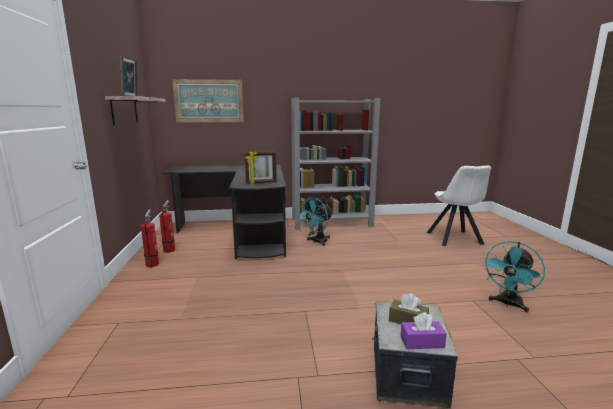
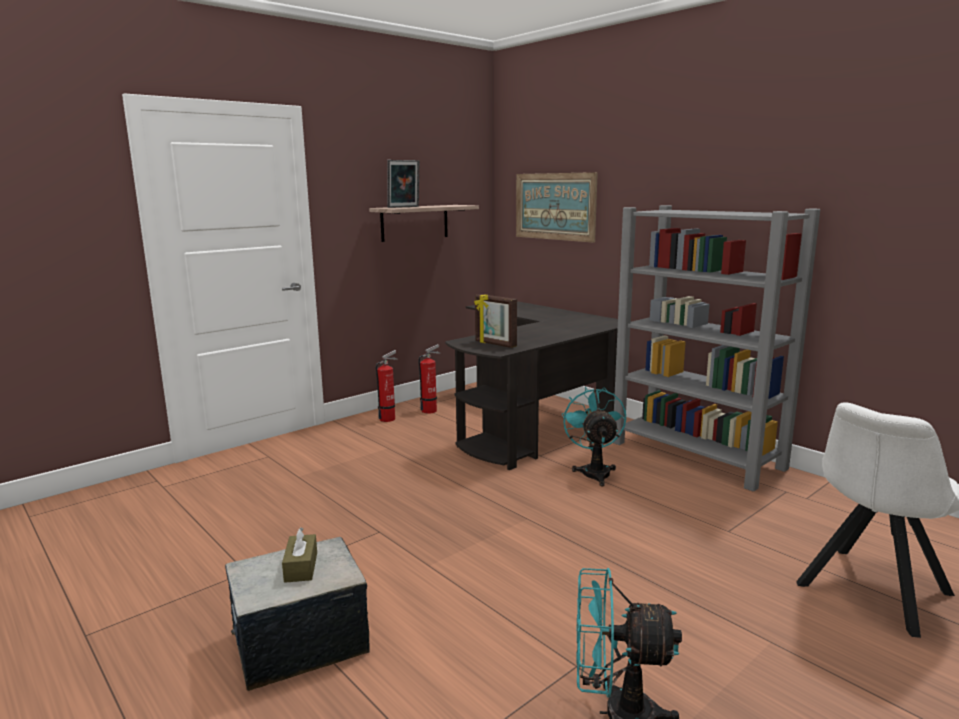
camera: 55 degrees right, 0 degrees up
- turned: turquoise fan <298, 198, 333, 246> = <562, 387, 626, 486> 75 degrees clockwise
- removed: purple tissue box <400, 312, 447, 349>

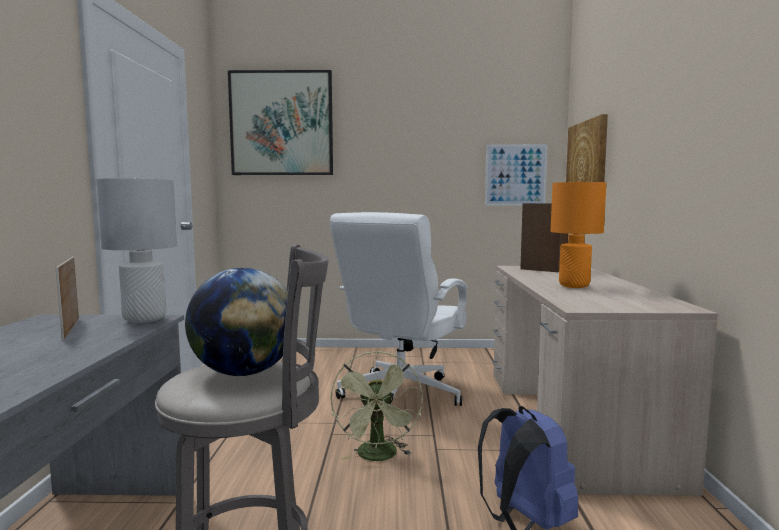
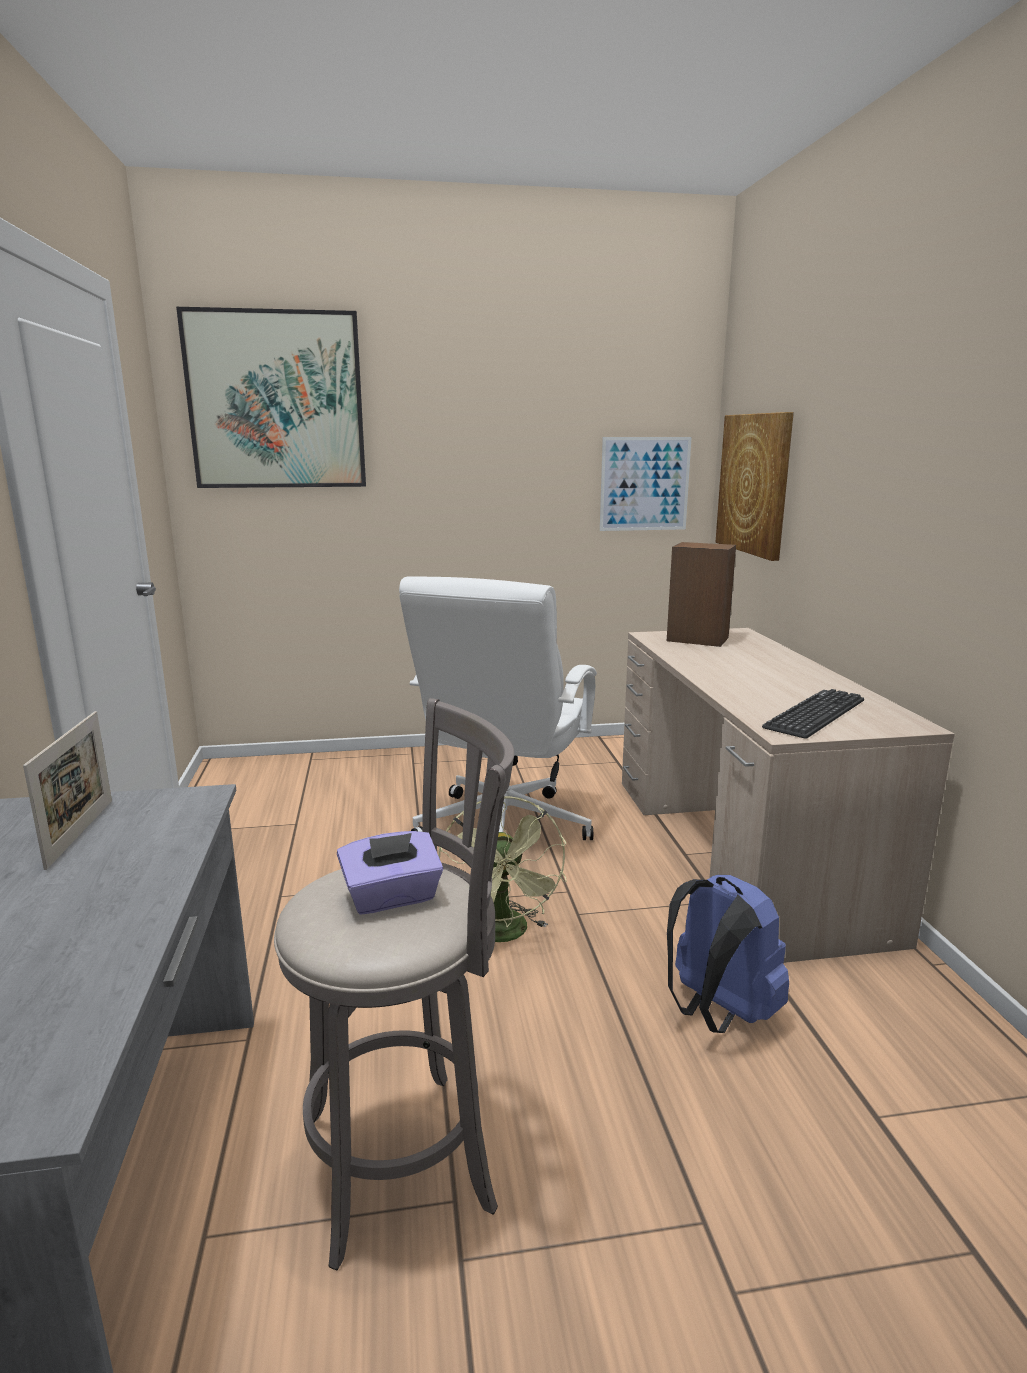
camera: 10 degrees left, 10 degrees up
- removed: grey table lamp <96, 178, 177, 323>
- removed: orange table lamp <551, 181, 607, 288>
- turned: picture frame <56, 256, 79, 340> = <23, 711, 112, 870> 150 degrees counterclockwise
- replaced: globe <185, 268, 288, 376> to purple tissue box <337, 831, 443, 915>
- added: keyboard <762, 689, 864, 739>

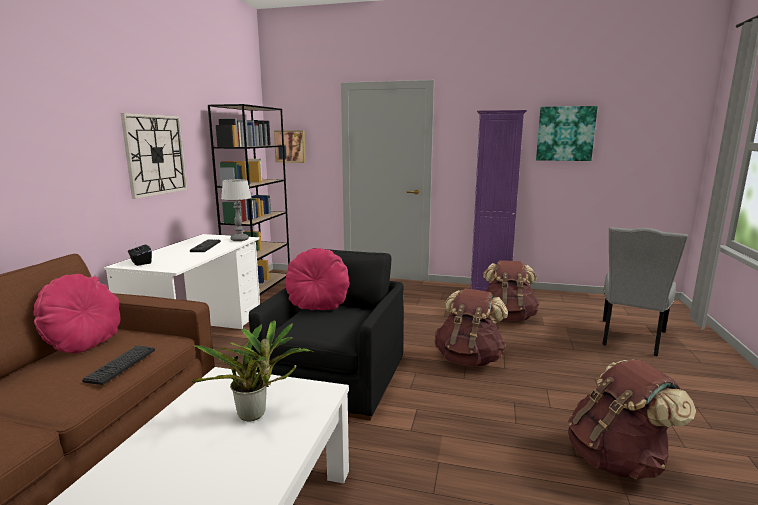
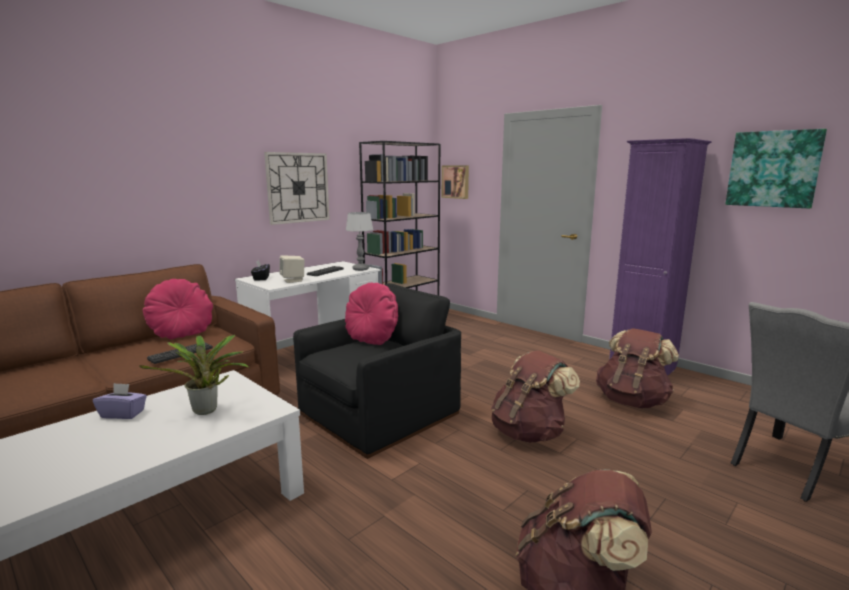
camera: 30 degrees right, 0 degrees up
- added: beige speaker <280, 256, 304, 283>
- added: purple tissue box <93, 383, 147, 419>

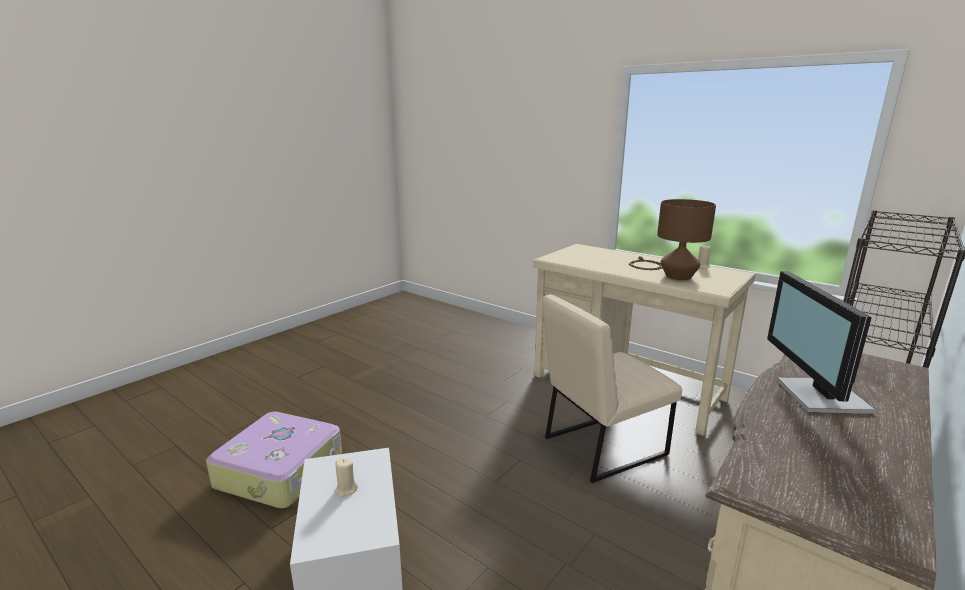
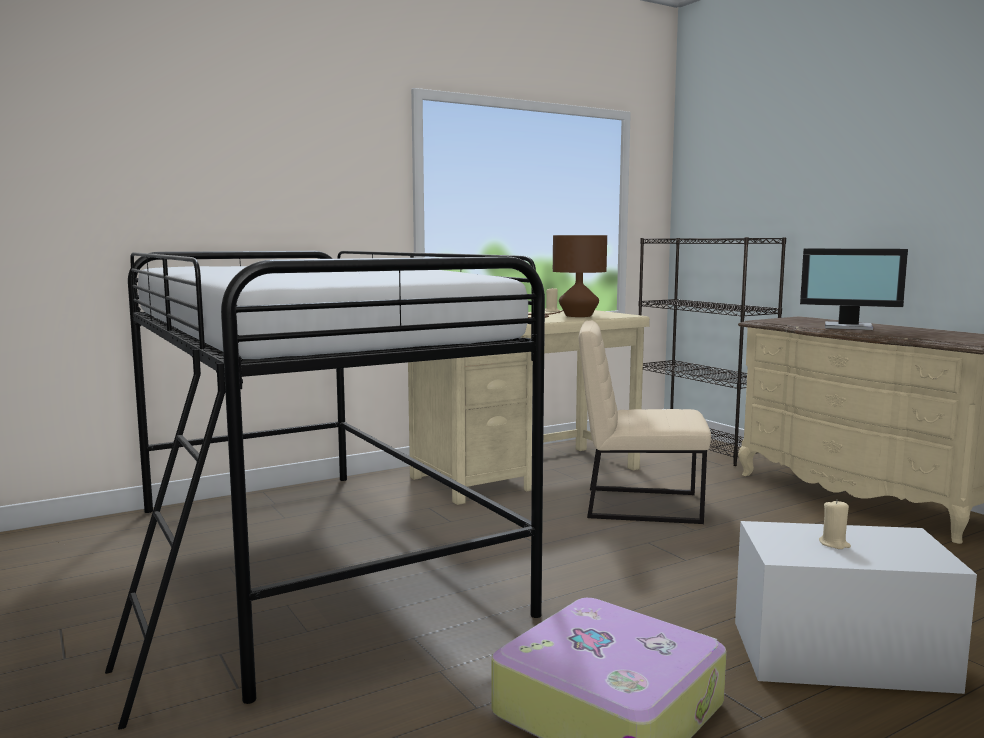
camera: 70 degrees left, 10 degrees down
- turned: beige chair <543, 295, 682, 483> = <579, 320, 711, 524> 105 degrees clockwise
- added: black bed <105, 251, 545, 730>

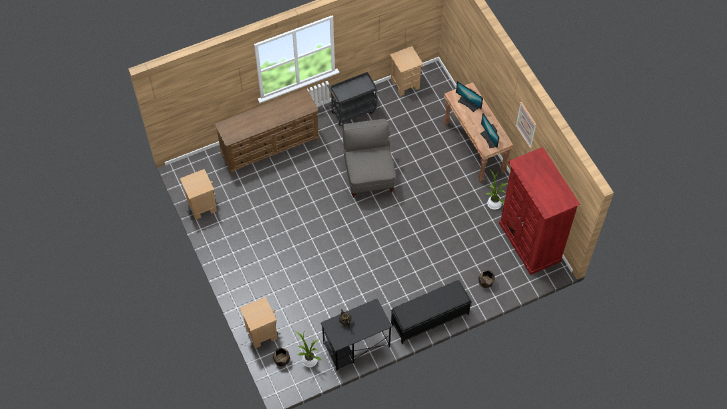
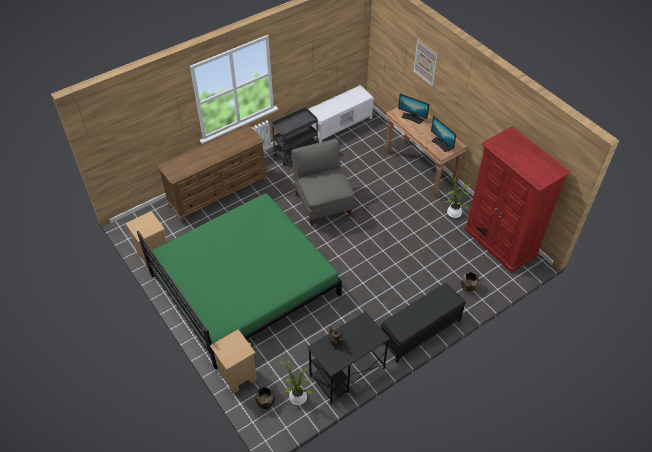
camera: 10 degrees left, 10 degrees down
- replaced: beige nightstand <390, 46, 423, 96> to white bench <308, 85, 374, 143>
- moved: picture <515, 102, 537, 148> to <413, 38, 438, 87>
- added: green bed <137, 194, 342, 370>

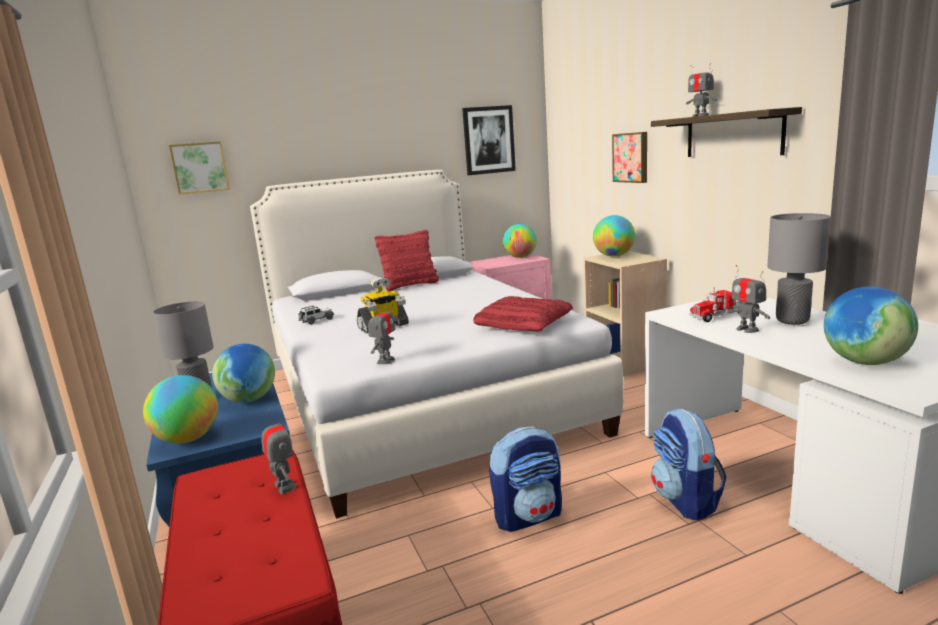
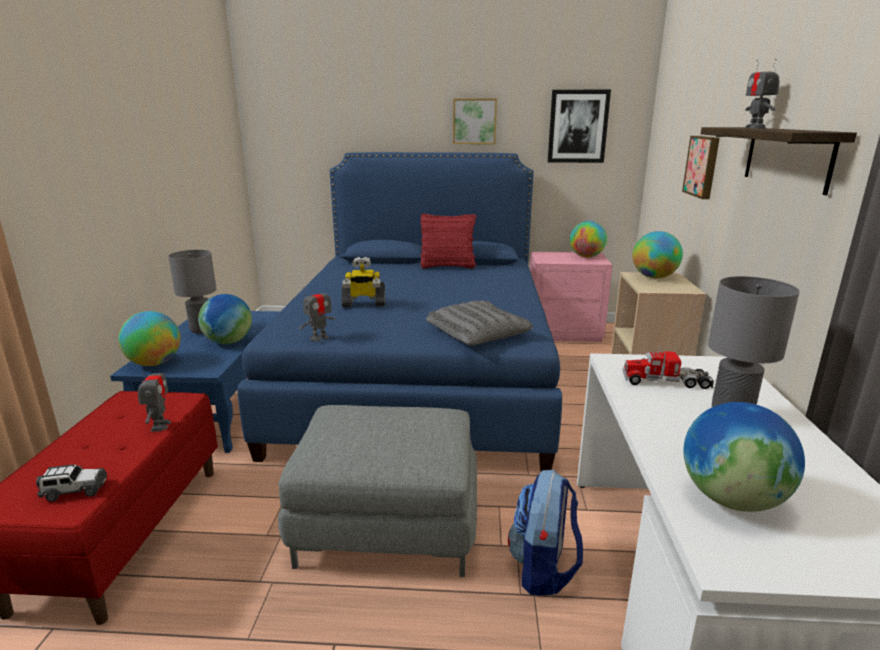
camera: 25 degrees right, 5 degrees up
- moved: picture <169, 141, 230, 194> to <453, 98, 497, 144>
- recoloured: white bed <250, 170, 623, 519> to blue bed <237, 152, 562, 471>
- removed: toy robot <729, 265, 770, 333>
- recoloured: red pillow <473, 296, 573, 331> to grey pillow <426, 300, 533, 346>
- moved: toy car <299, 306, 334, 325> to <36, 464, 107, 502>
- replaced: backpack <489, 426, 562, 532> to grey ottoman <278, 405, 477, 577>

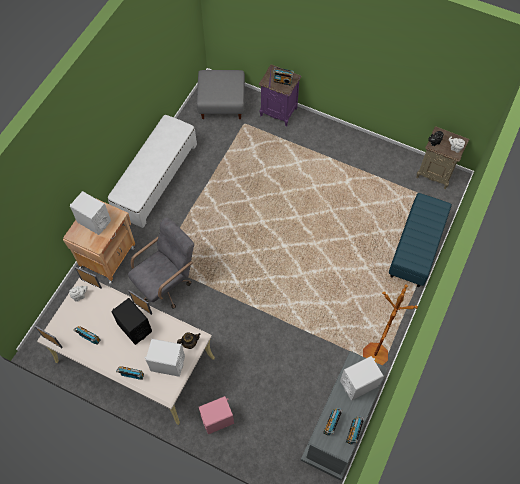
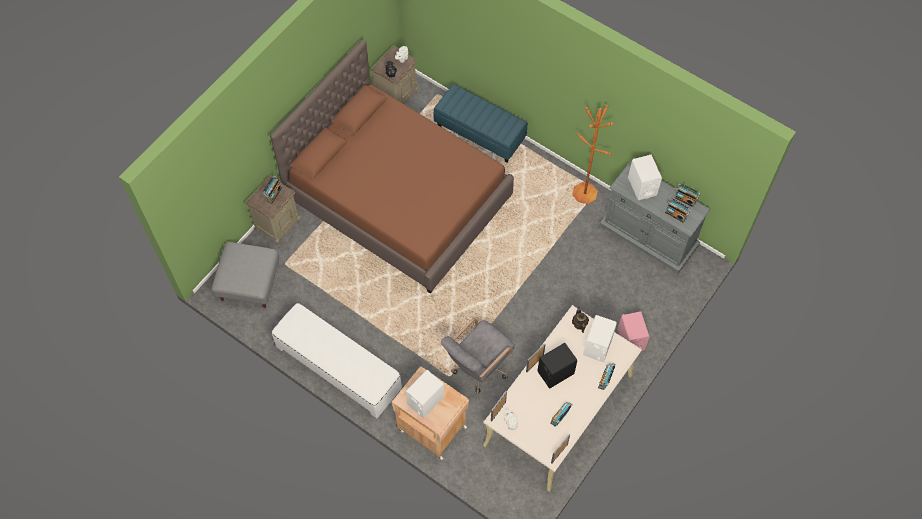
camera: 80 degrees left, 0 degrees up
- recoloured: purple nightstand <259, 64, 302, 127> to beige nightstand <245, 176, 301, 246>
- turned: grey office chair <128, 217, 194, 309> = <441, 318, 515, 393> 105 degrees counterclockwise
- added: brown bed <270, 39, 514, 293>

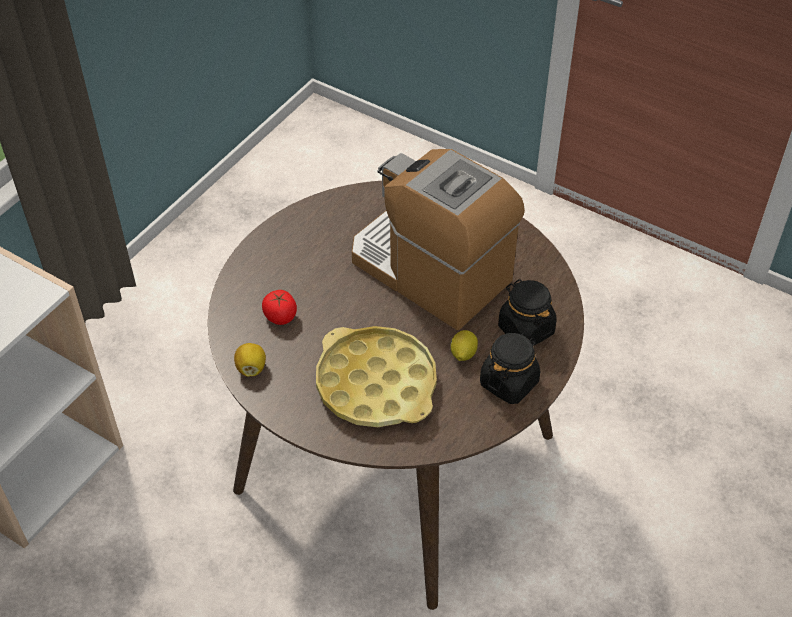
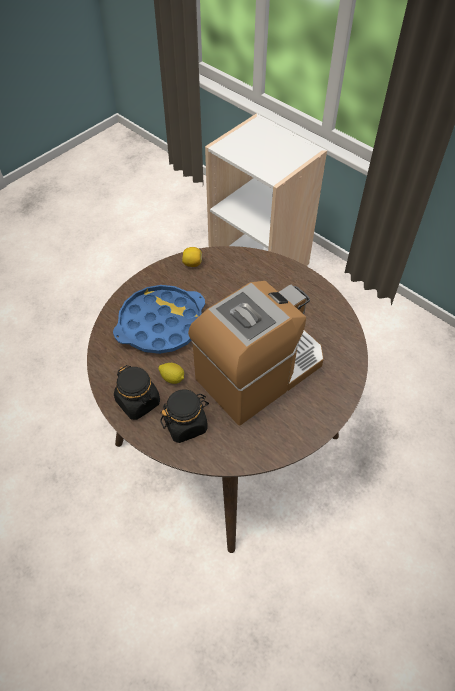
camera: 100 degrees right, 5 degrees up
- removed: tomato <262, 290, 297, 325>
- recoloured: yellow tray <316, 326, 437, 427> to blue tray <113, 285, 205, 354>

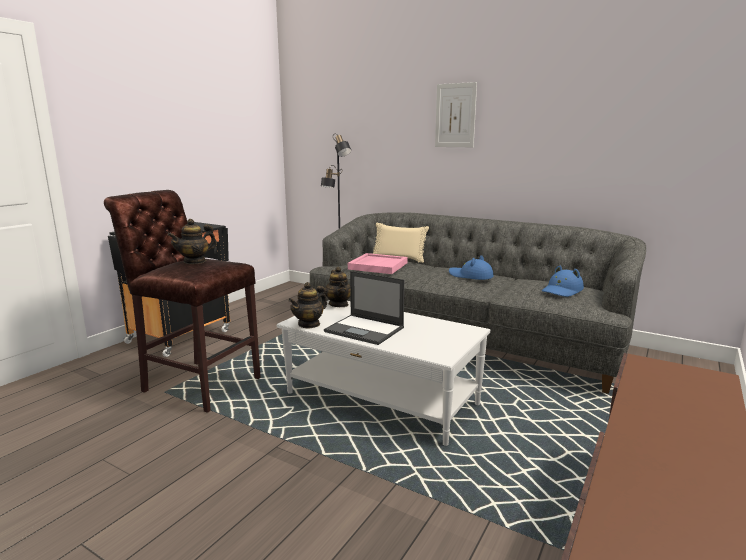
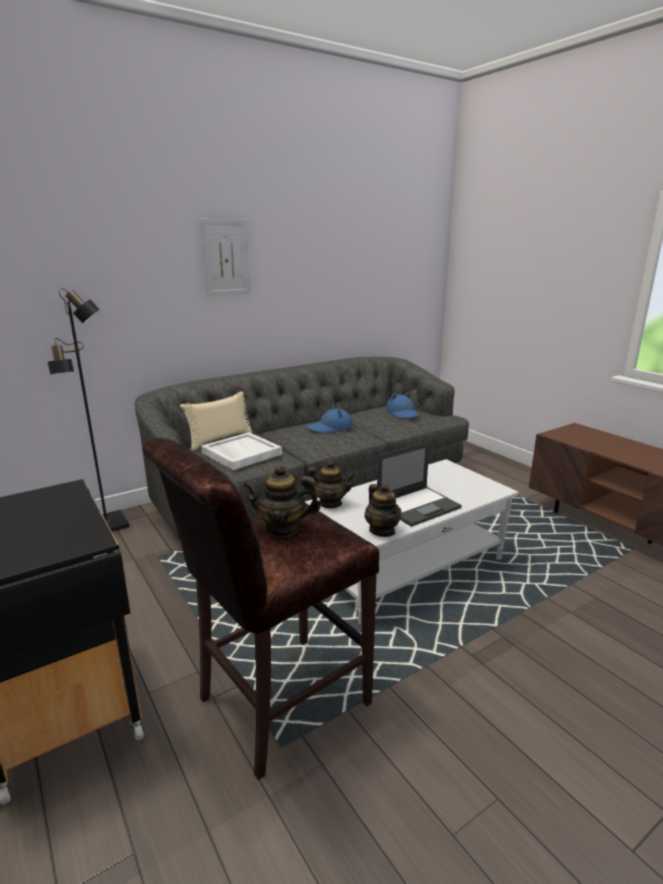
camera: 65 degrees left, 5 degrees up
- turned: teapot <167, 219, 217, 264> = <243, 465, 321, 537> 105 degrees clockwise
- recoloured: pink tray <348, 253, 408, 274> to white tray <201, 432, 282, 470>

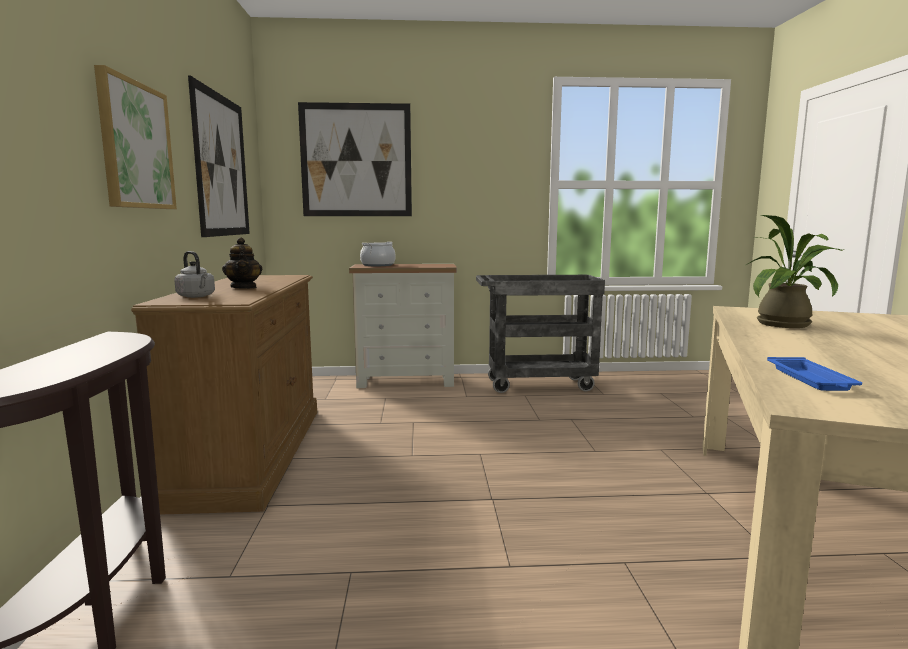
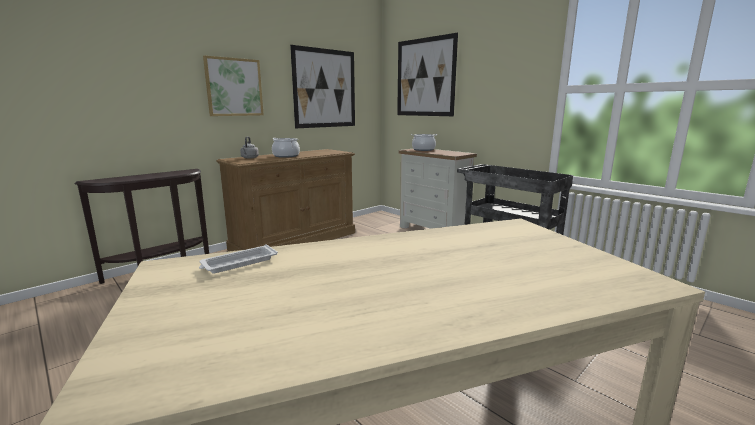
camera: 50 degrees right, 5 degrees up
- removed: potted plant <746, 215, 843, 328>
- replaced: teapot <222, 237, 262, 289> to cooking pot <272, 138, 300, 158>
- recoloured: blue tray <767, 357, 862, 391> to white tray <199, 244, 278, 273>

